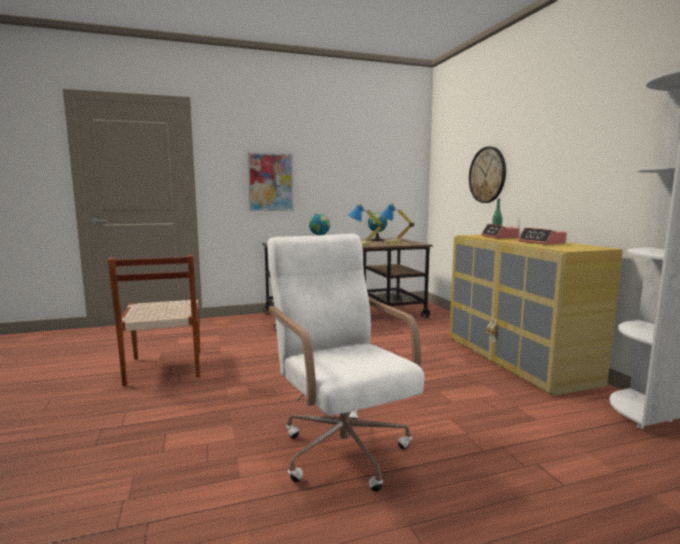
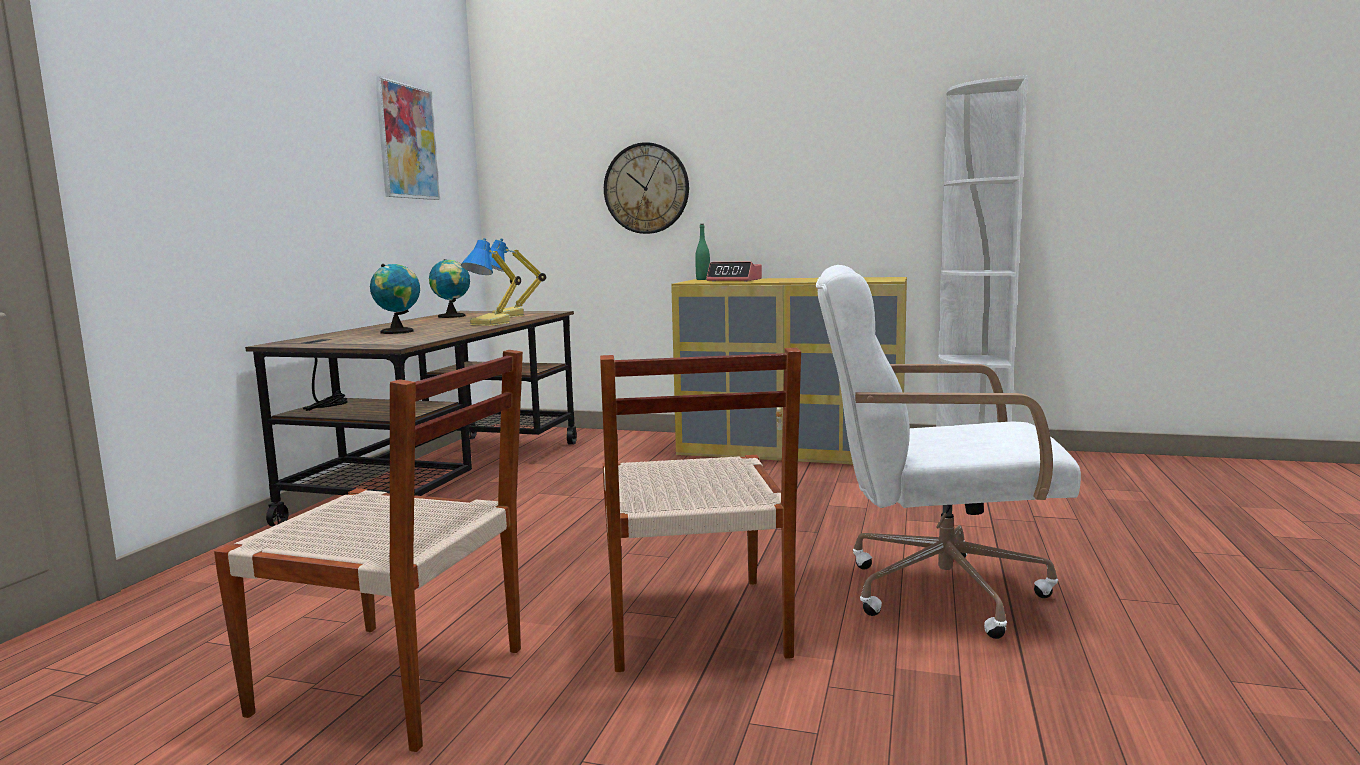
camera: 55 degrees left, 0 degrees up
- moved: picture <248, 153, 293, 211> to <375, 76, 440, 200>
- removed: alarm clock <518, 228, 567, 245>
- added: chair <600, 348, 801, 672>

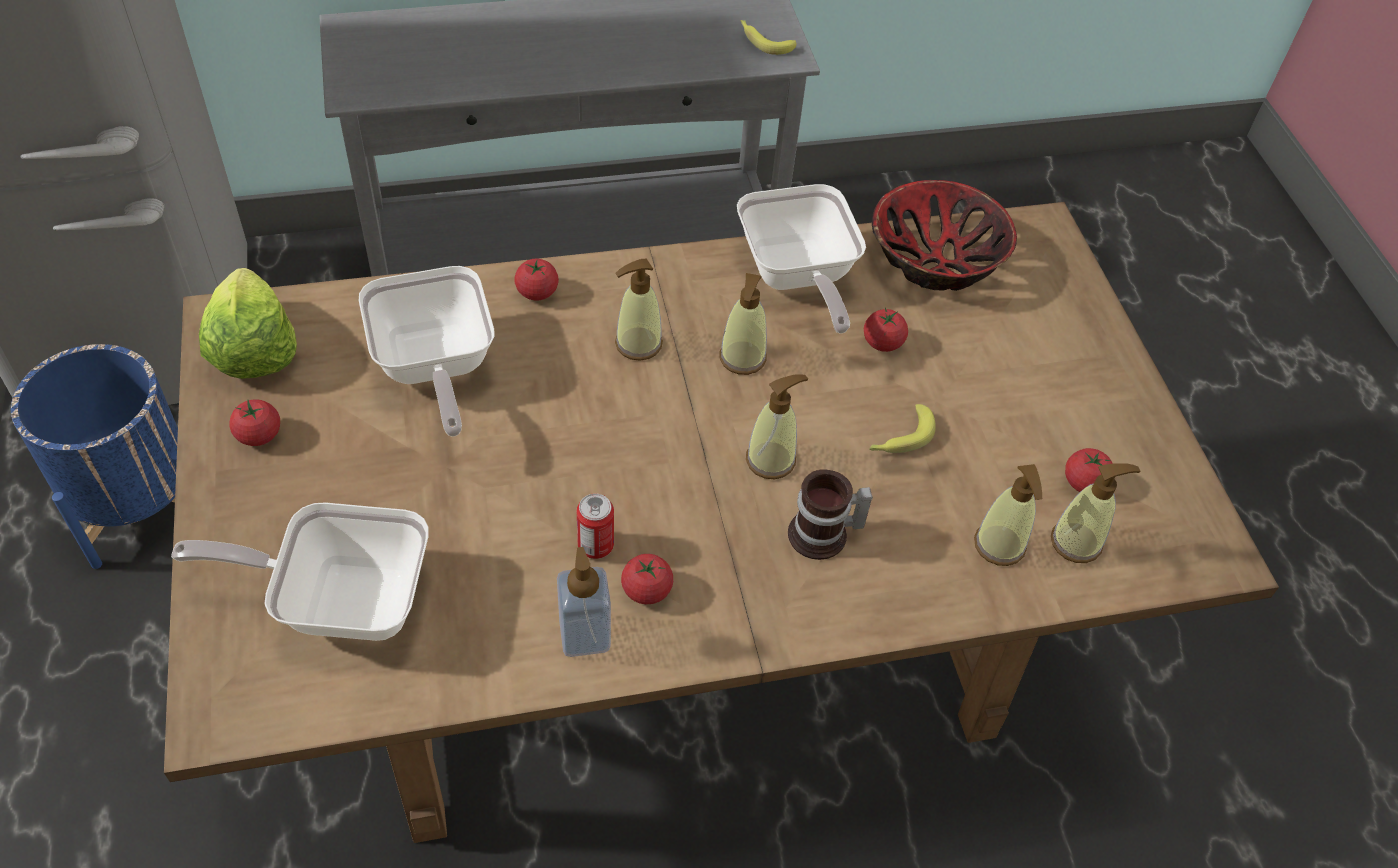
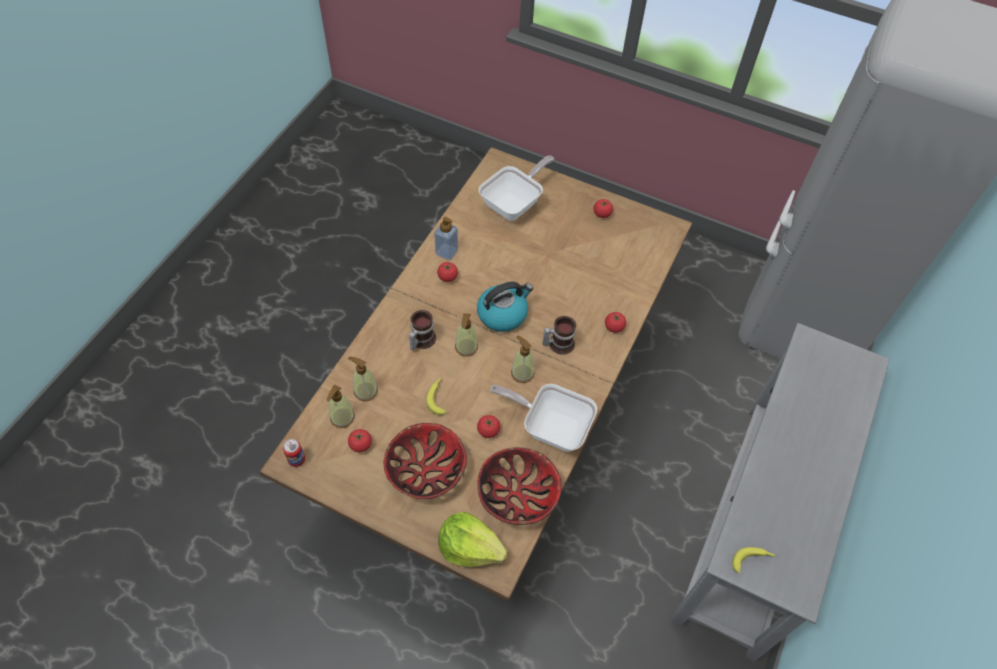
camera: 130 degrees right, 5 degrees up
- replaced: soap dispenser <615, 259, 663, 361> to mug <543, 316, 576, 355>
- removed: frying pan <359, 266, 494, 437>
- moved: lettuce <199, 268, 297, 379> to <438, 512, 508, 567>
- removed: blue planter <11, 344, 178, 569>
- moved: can <577, 493, 614, 559> to <283, 439, 305, 467>
- added: kettle <477, 282, 533, 332>
- added: bowl <384, 423, 467, 499>

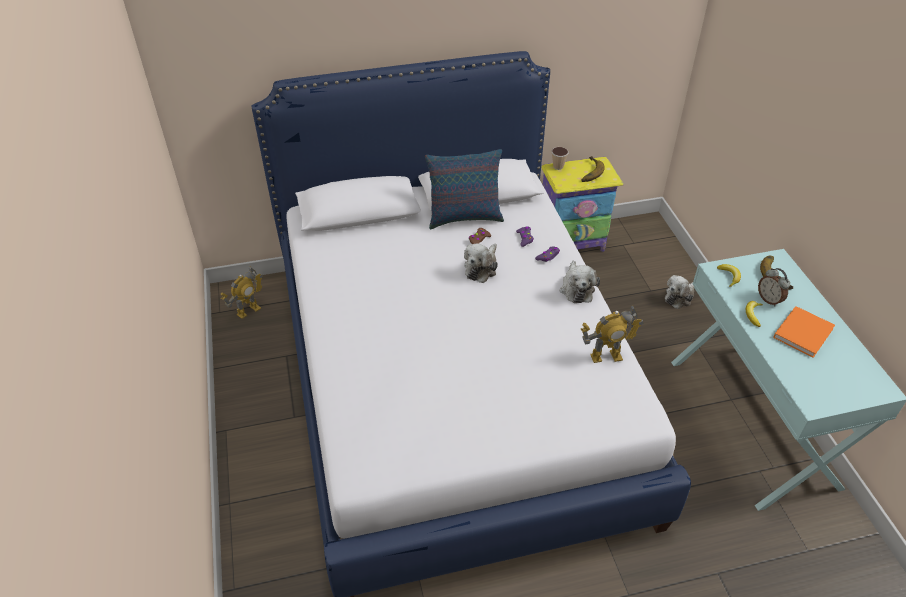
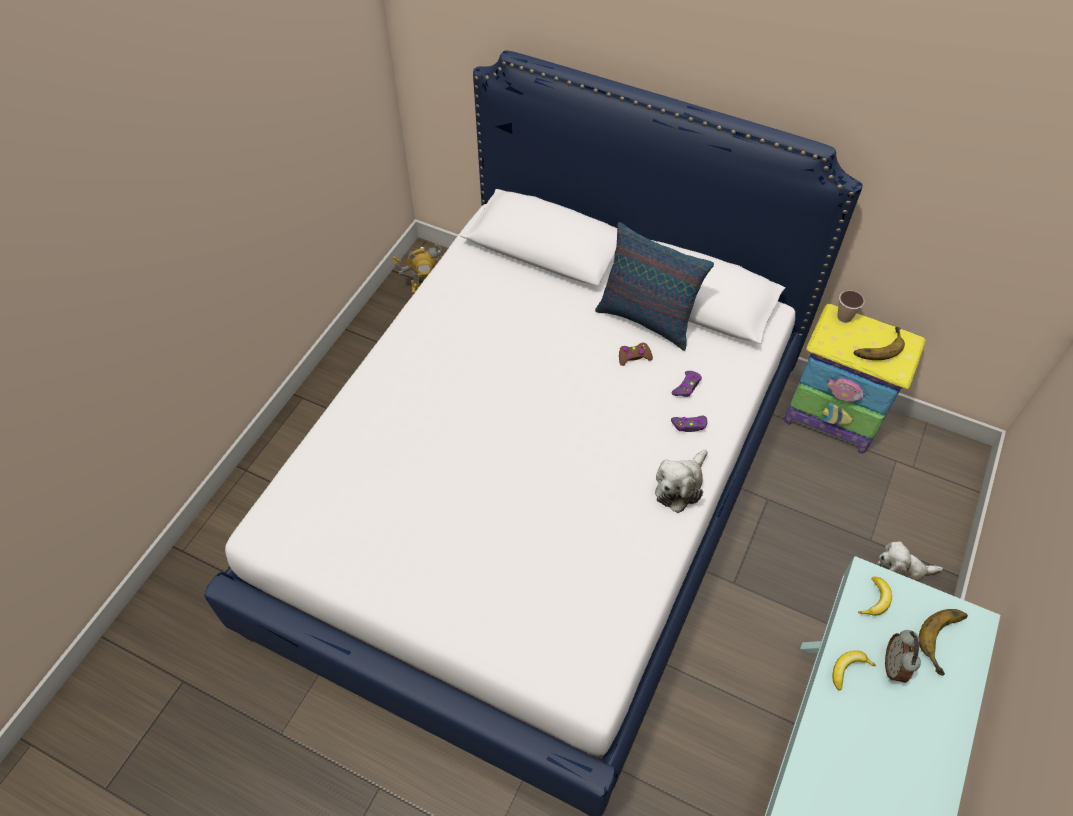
camera: 40 degrees right, 10 degrees up
- removed: plush toy <464, 243, 498, 283>
- removed: toy robot <581, 305, 644, 363>
- removed: orange book <773, 306, 835, 358>

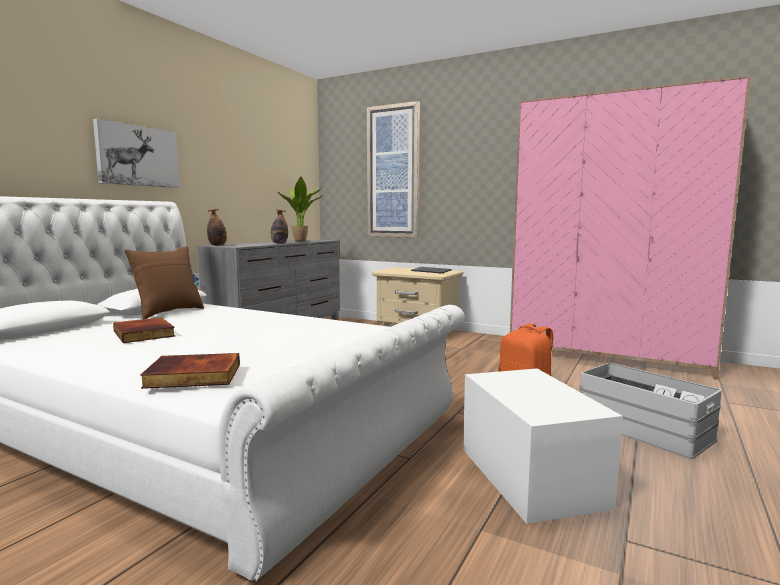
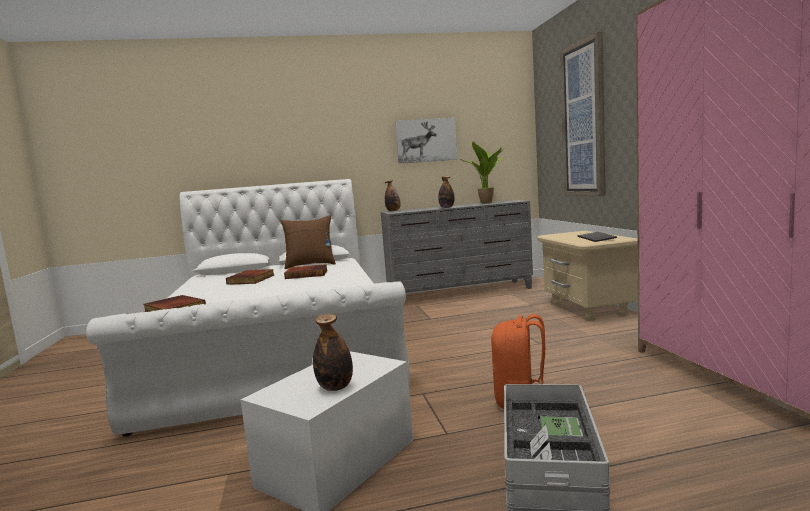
camera: 50 degrees right, 0 degrees up
- moved: picture <93, 118, 180, 188> to <395, 117, 458, 164>
- added: book <284, 264, 327, 279>
- added: bottle <313, 314, 353, 391>

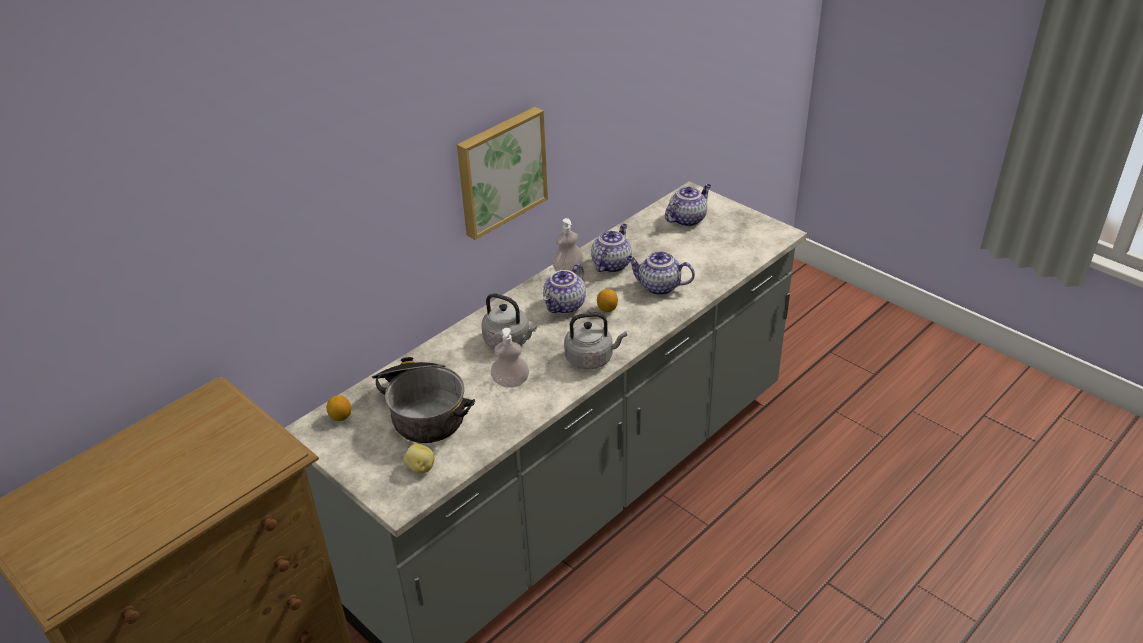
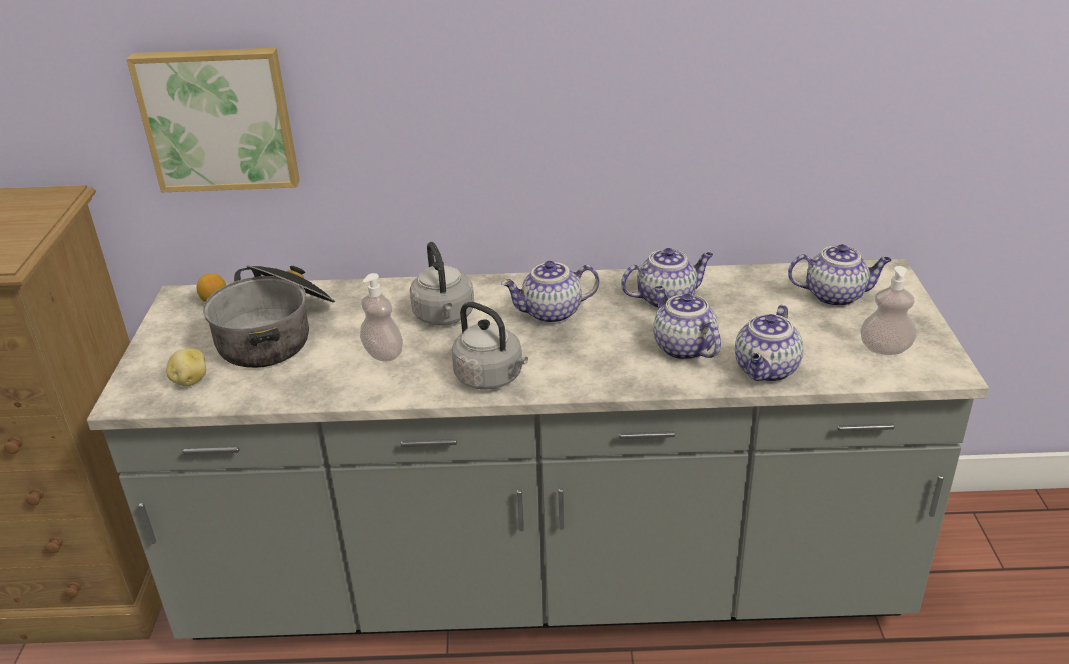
camera: 45 degrees right, 5 degrees down
- moved: picture <457, 107, 548, 240> to <127, 48, 300, 193>
- moved: soap dispenser <552, 218, 583, 271> to <860, 266, 916, 355>
- removed: lemon <597, 289, 618, 312>
- added: teapot <735, 305, 803, 382>

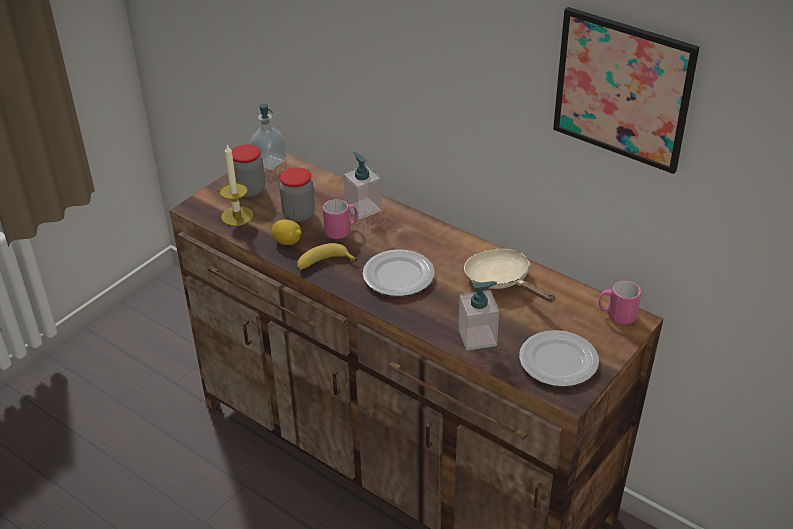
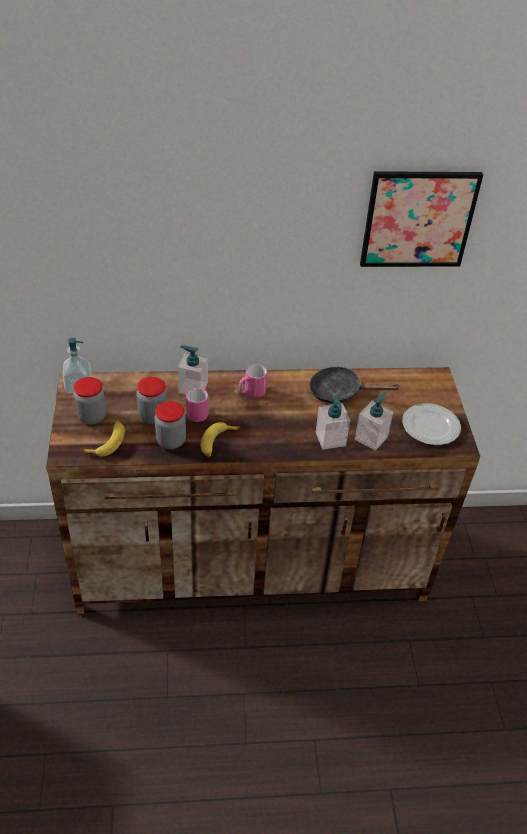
camera: 45 degrees left, 5 degrees up
- replaced: candle <220, 144, 253, 226> to banana <83, 420, 125, 457>
- replaced: lemon <272, 219, 302, 245> to jar <154, 401, 186, 449>
- removed: plate <363, 249, 435, 296>
- recoloured: beige frying pan <464, 249, 556, 302> to black frying pan <309, 366, 399, 403>
- moved: pink mug <599, 281, 641, 325> to <239, 364, 267, 398>
- added: soap dispenser <316, 396, 350, 450>

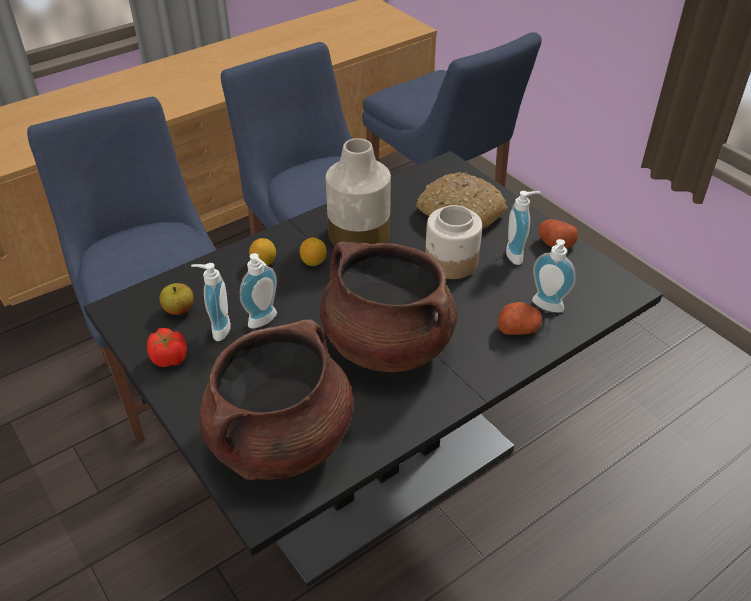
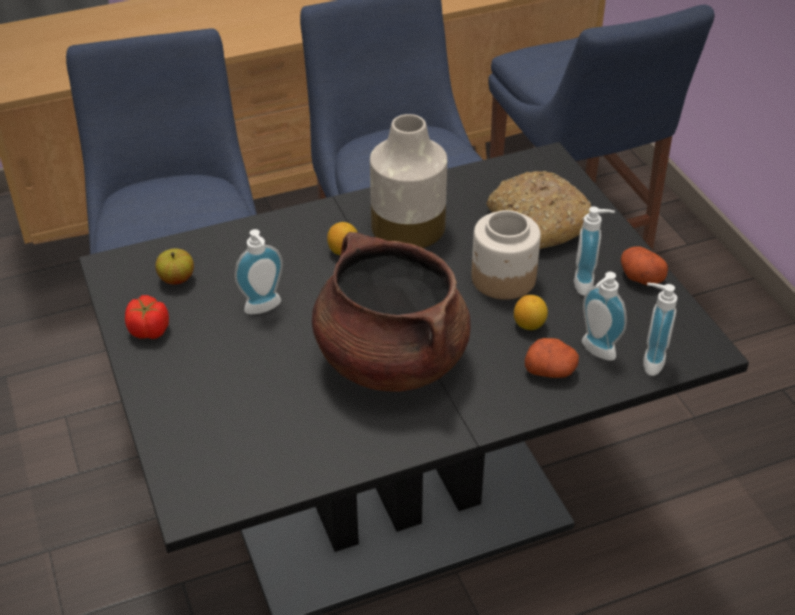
camera: 15 degrees right, 0 degrees up
- moved: lemon <249, 238, 276, 266> to <514, 295, 548, 330>
- moved: soap dispenser <191, 263, 231, 341> to <643, 283, 677, 376>
- removed: brown cooking pot <200, 319, 353, 480>

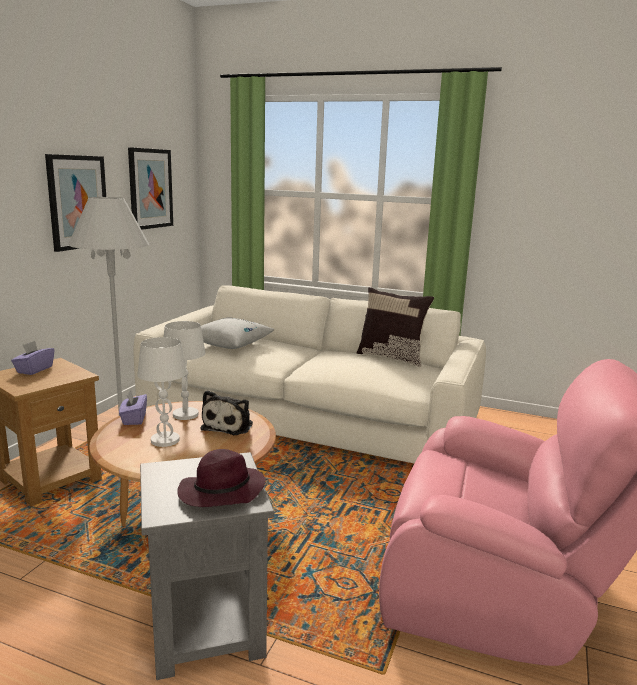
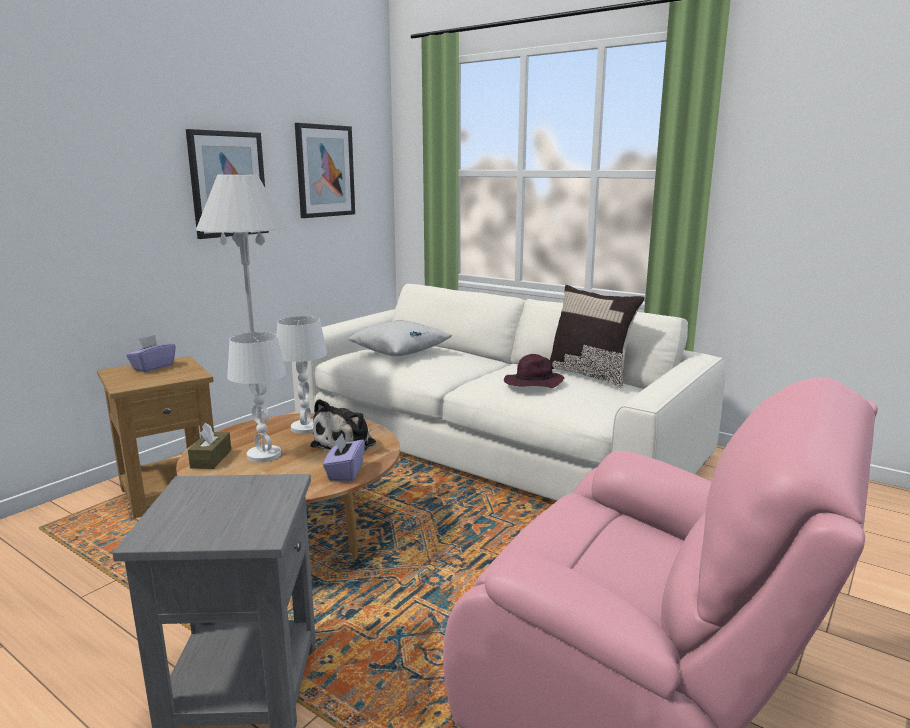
camera: 15 degrees right, 0 degrees up
- moved: purple tissue box <119, 390, 147, 425> to <323, 433, 365, 482>
- moved: purple hat <177, 449, 266, 507> to <504, 354, 564, 388>
- added: brown tissue box <188, 422, 231, 469>

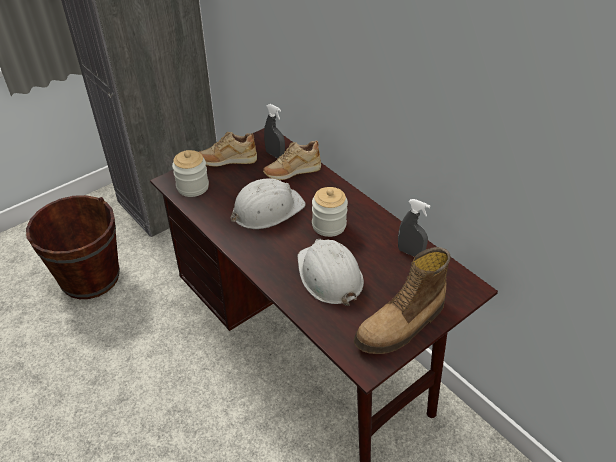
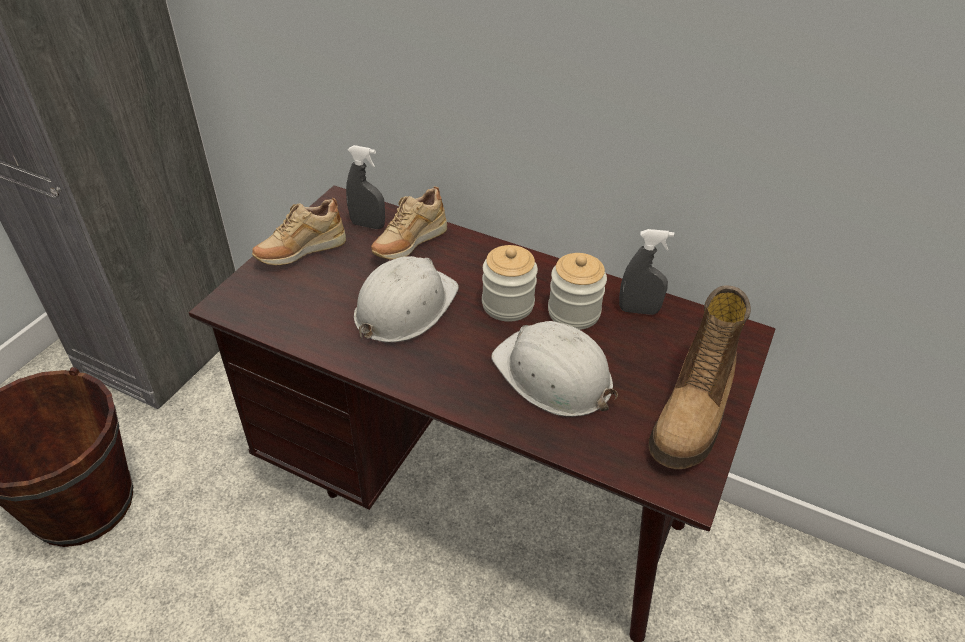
camera: 25 degrees left, 0 degrees up
- moved: jar <172, 150, 209, 197> to <548, 253, 607, 330>

